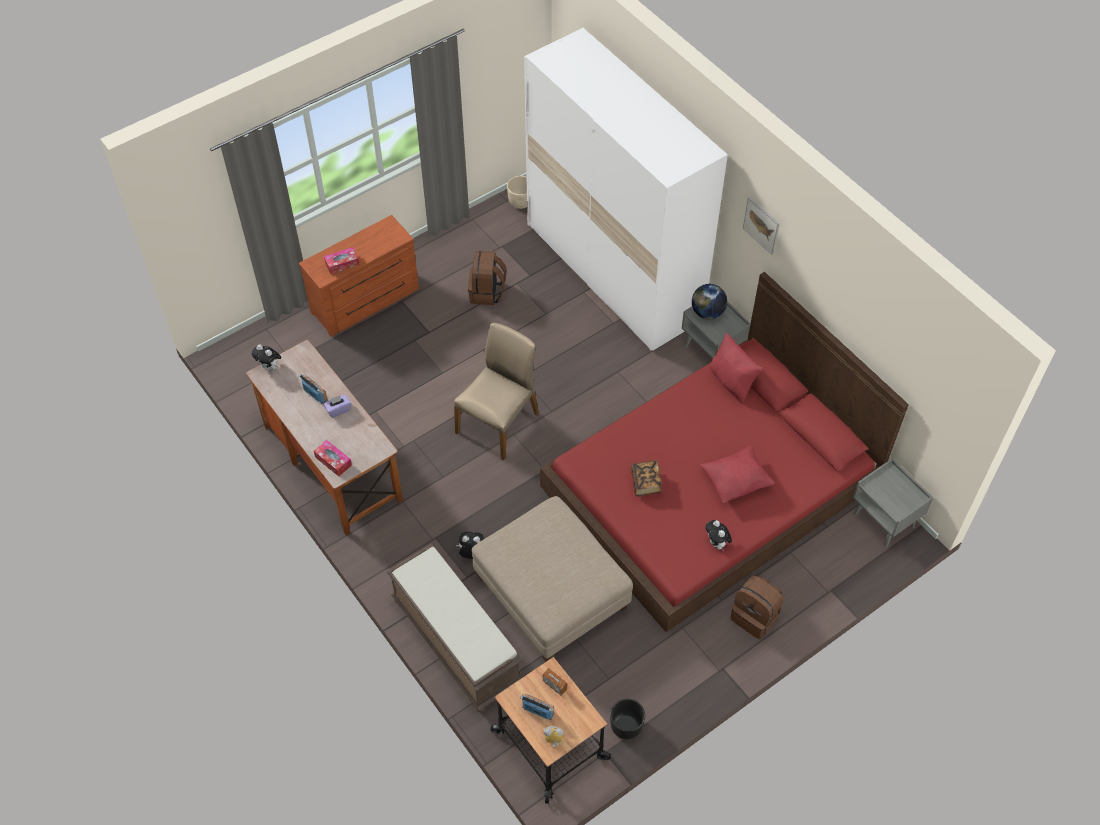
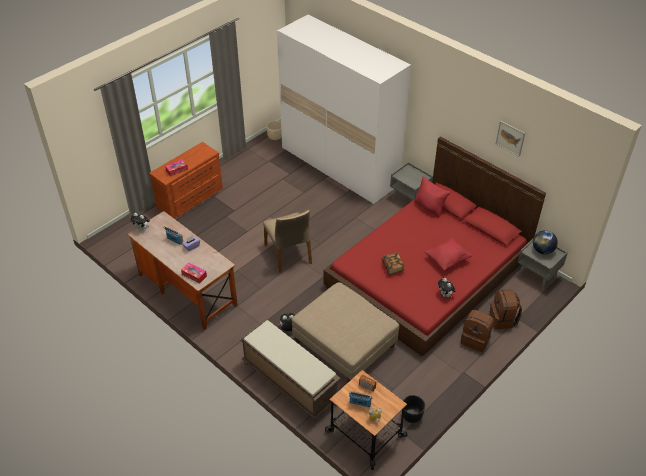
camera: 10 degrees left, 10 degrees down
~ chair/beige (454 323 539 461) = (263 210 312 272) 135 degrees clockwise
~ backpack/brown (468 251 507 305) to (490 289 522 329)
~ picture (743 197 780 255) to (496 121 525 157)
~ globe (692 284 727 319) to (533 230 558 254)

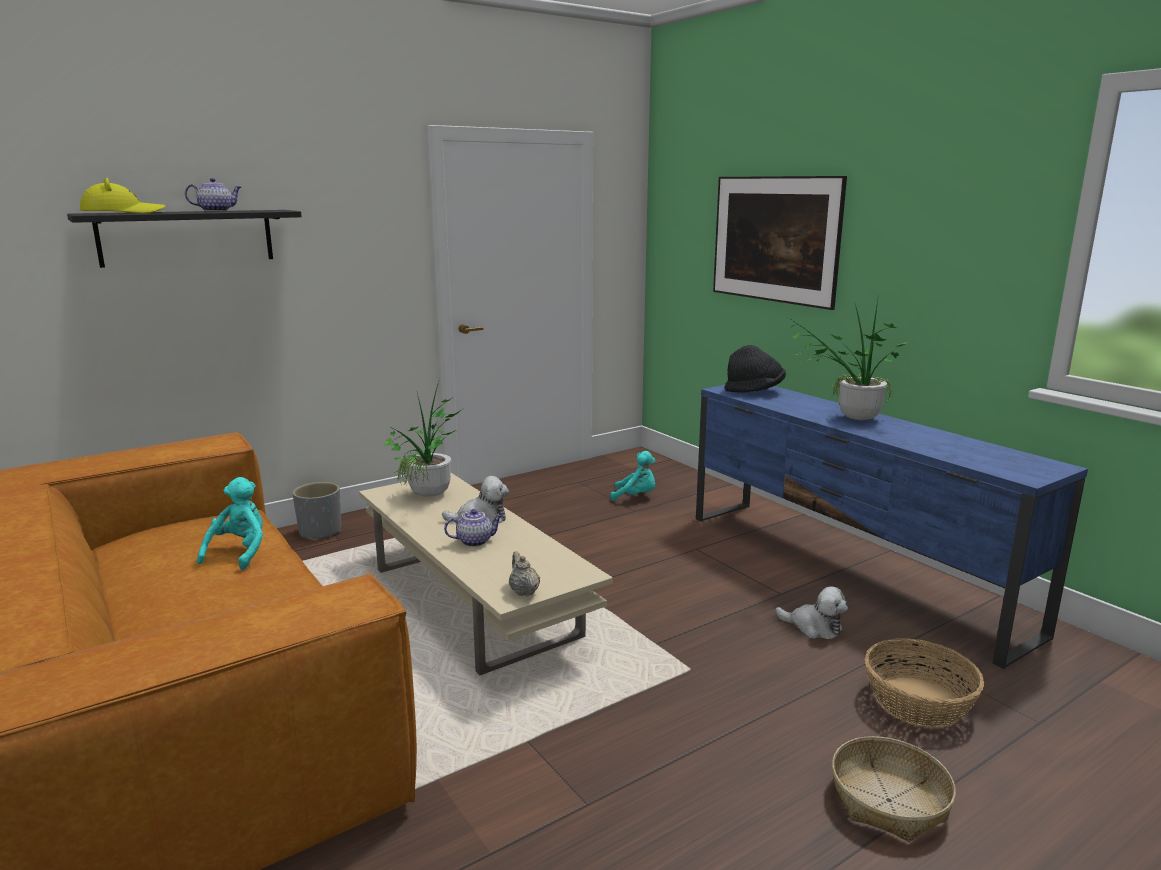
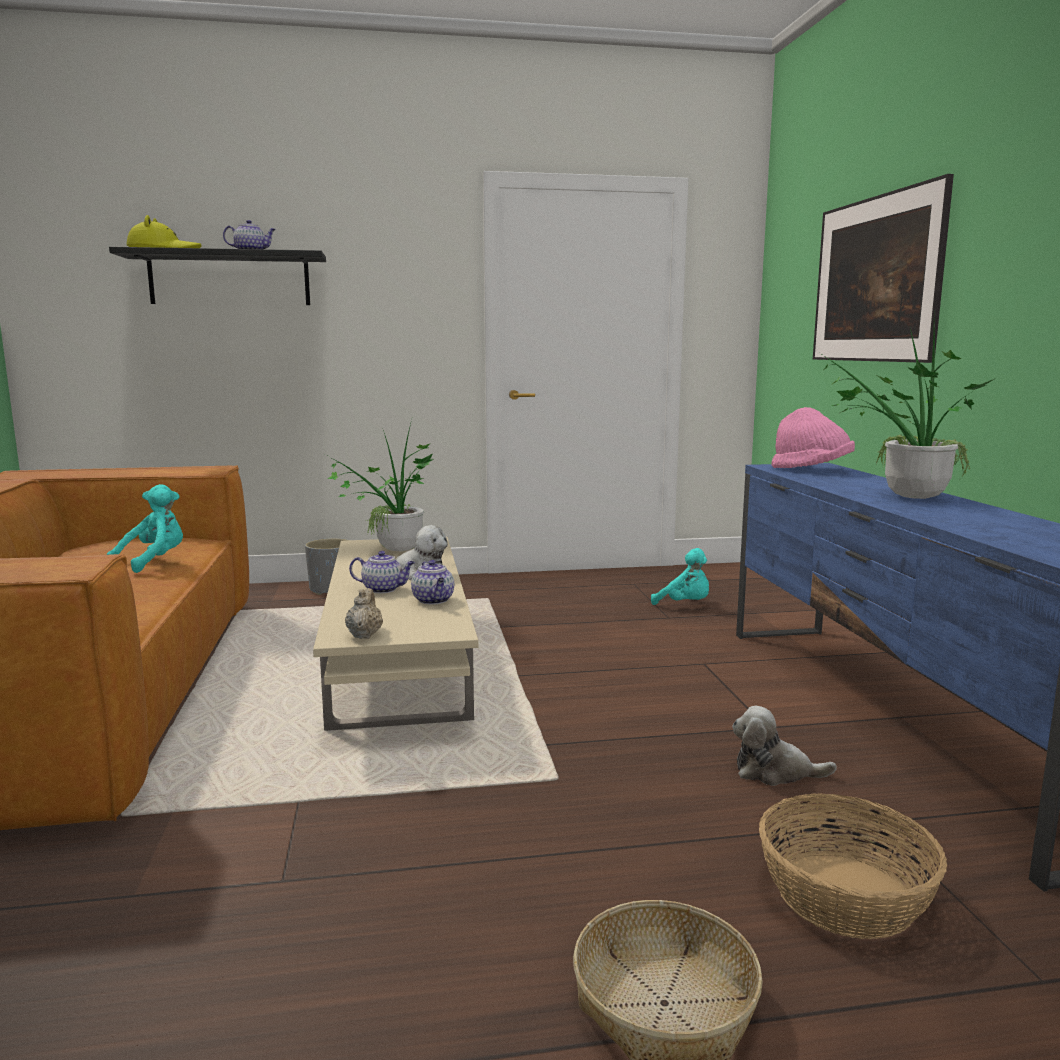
camera: 25 degrees right, 5 degrees down
+ teapot (411 560 454 605)
~ plush toy (775 586 848 639) = (732 706 837 786) 135 degrees clockwise
~ hat/black (725 345 786 393) to hat/pink (771 407 855 468)

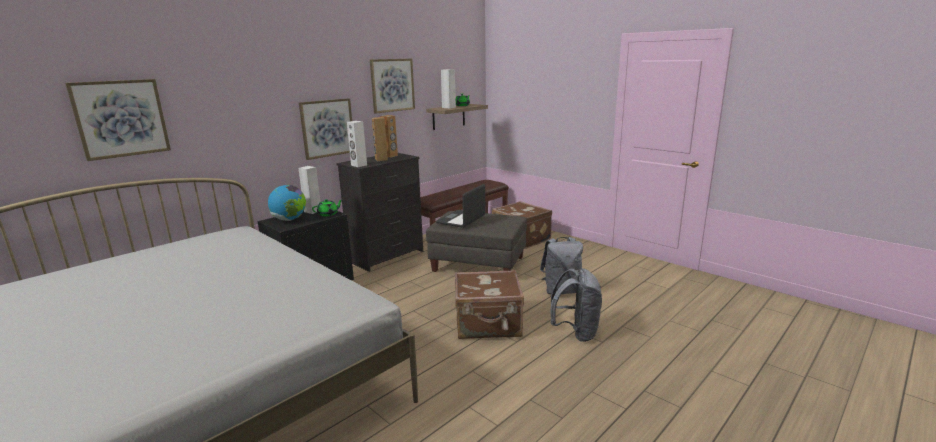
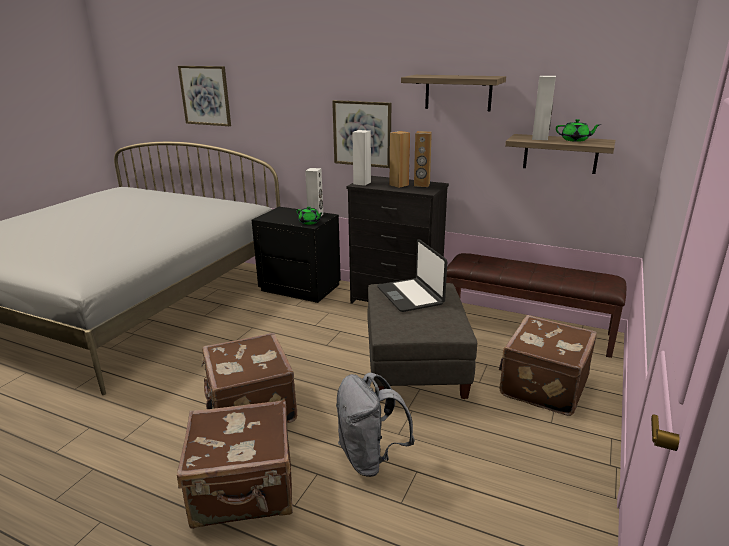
camera: 70 degrees right, 5 degrees up
~ backpack/grey (550 268 602 342) to suitcase/brown (177 399 293 529)
~ laptop (436 184 485 228) = (377 239 447 312) 120 degrees counterclockwise
~ picture (370 59 415 114) to shelf (401 75 506 111)
- globe (268 185 306 221)

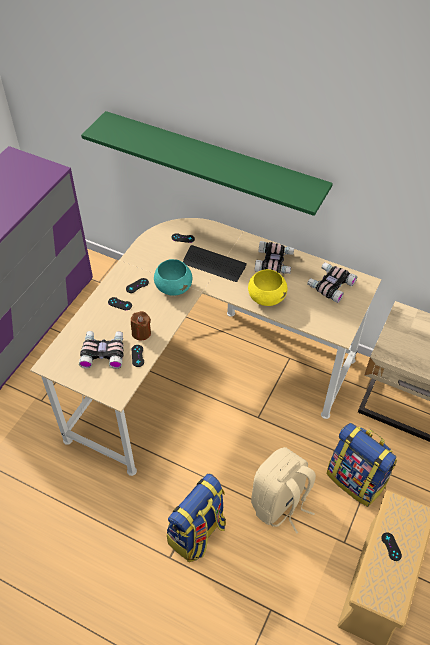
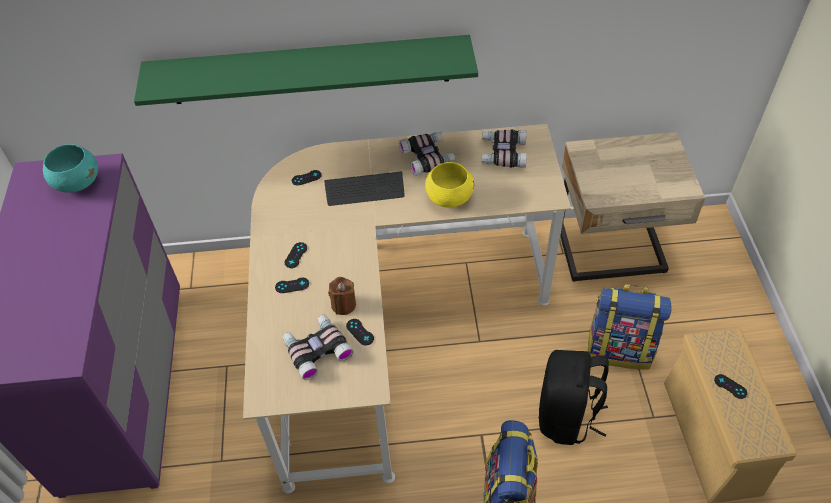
camera: 30 degrees left, 0 degrees up
~ bowl/turquoise (154 259 192 296) to (43 144 98 193)
~ backpack/beige (251 447 316 534) to backpack/black (539 350 609 445)

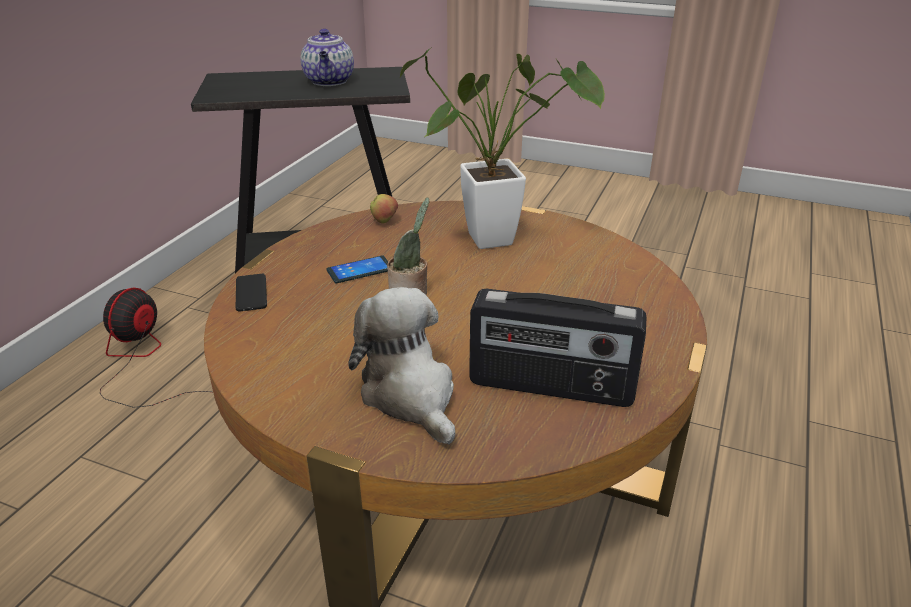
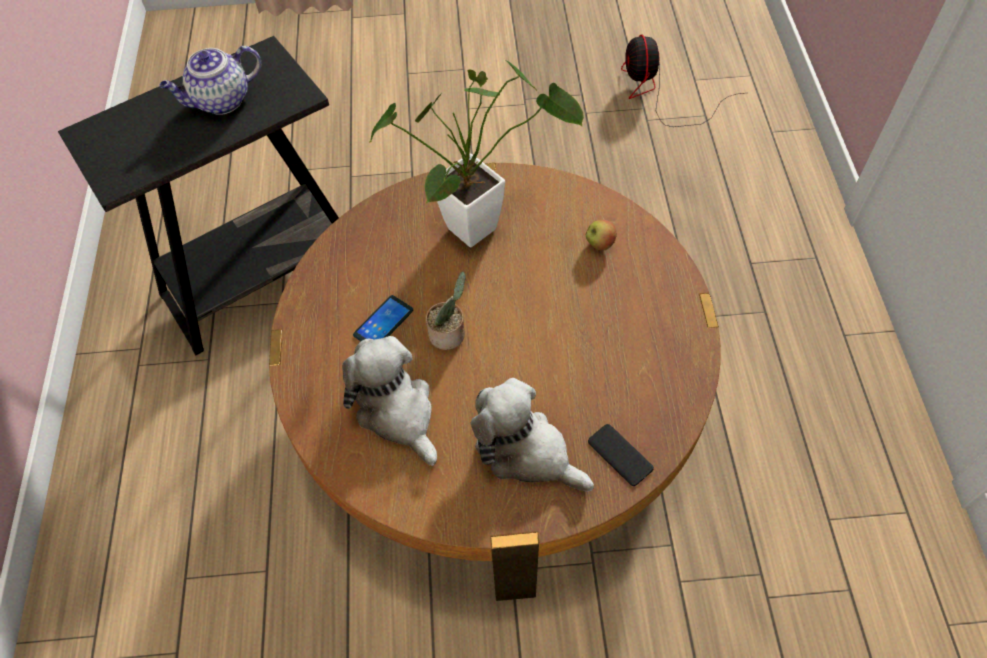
camera: 25 degrees left, 25 degrees up
~ teapot (301 29 354 86) = (159 46 261 115) 90 degrees clockwise
+ plush toy (342 336 437 466)
~ apple (370 194 398 224) to (586 220 617 250)
~ phone (236 274 267 311) to (588 424 654 486)
~ fan (100 288 210 408) to (621 35 745 127)
- radio (469 289 647 407)

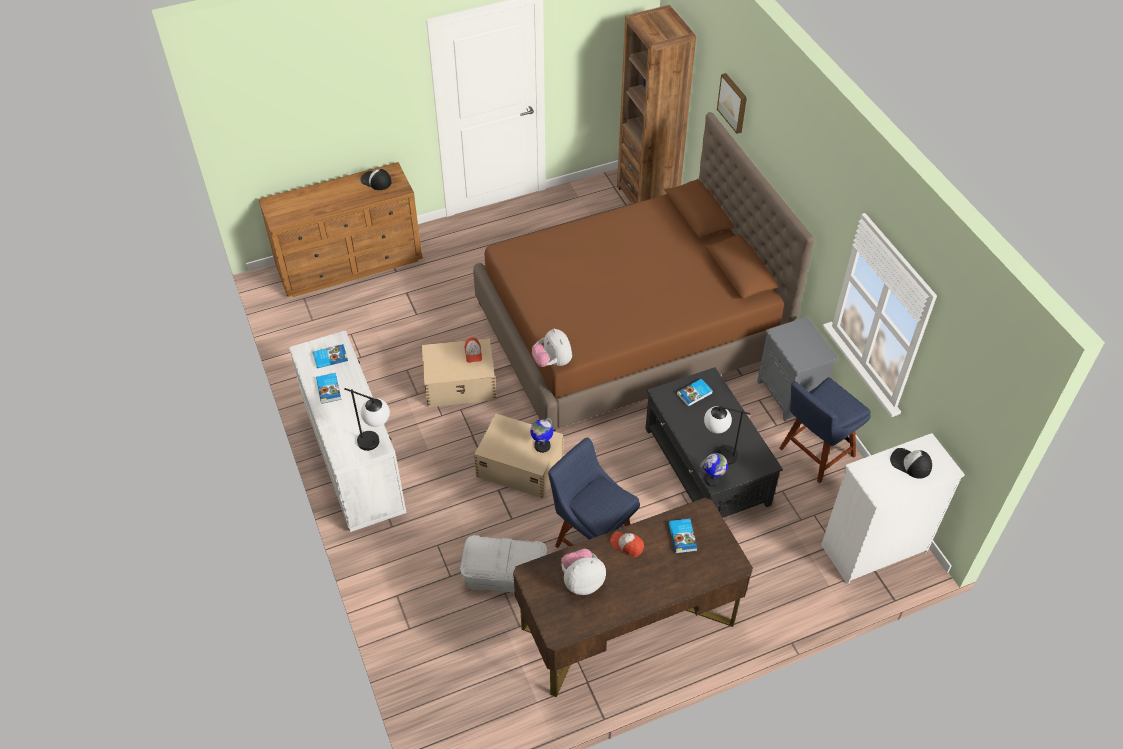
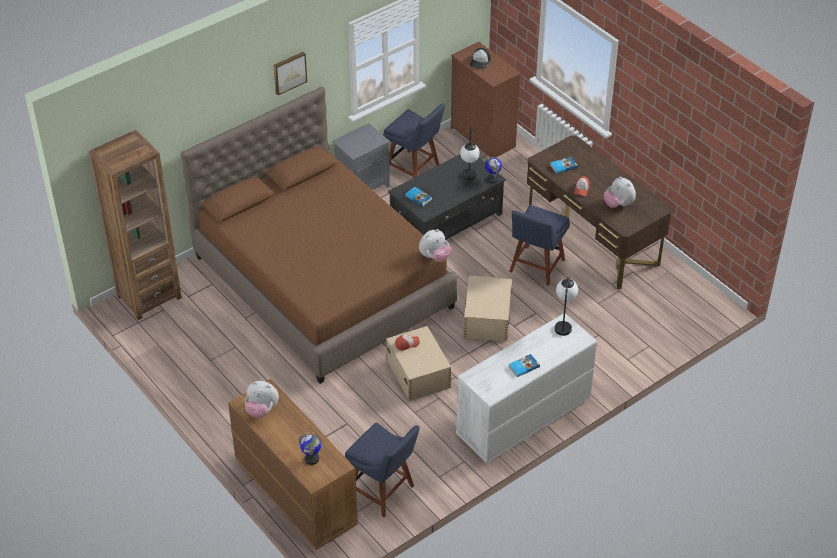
camera: 105 degrees left, 5 degrees down
~ cap (360 169 392 190) to plush toy (245 381 279 418)
~ picture (717 73 747 134) to (273 52 307 95)
~ globe (530 418 553 453) to (299 435 321 465)
+ chair/blue (344 422 420 517)
~ dresser/white (821 433 965 585) to dresser/brown (451 42 521 158)
- book (313 344 348 368)
- storage box/white (460 535 547 592)

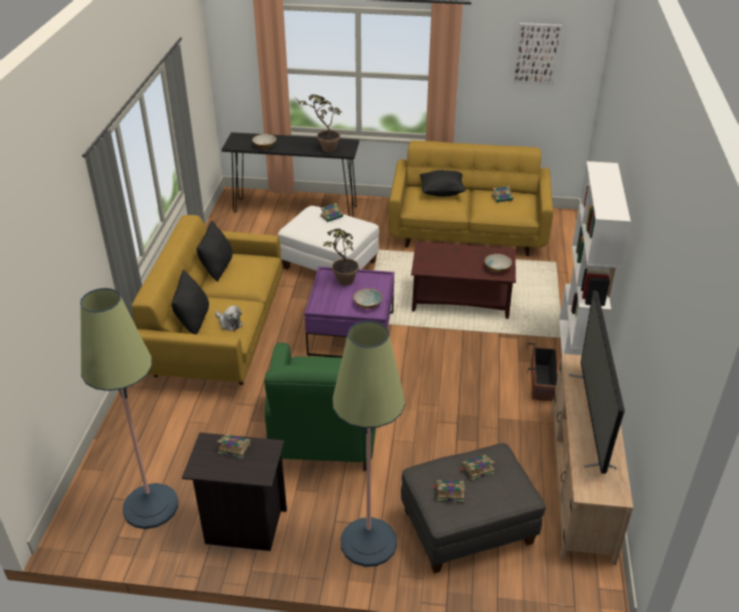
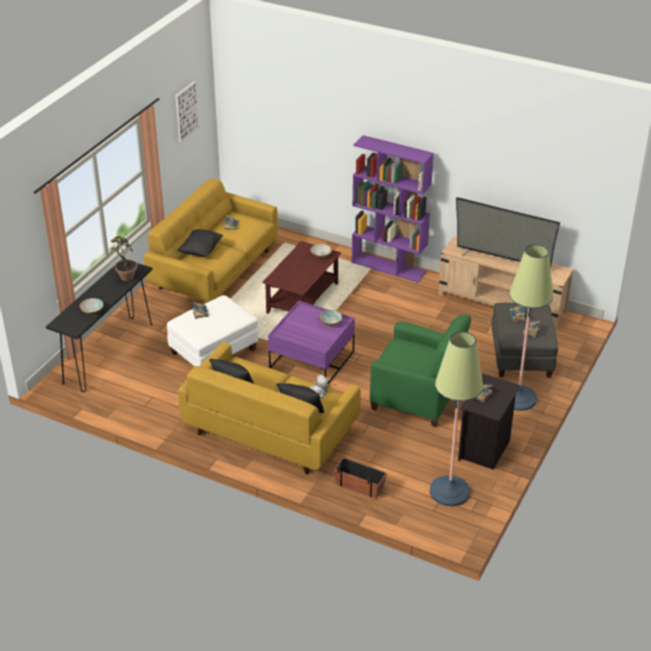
camera: 70 degrees left, 0 degrees up
~ planter (527 343 558 401) to (334 457 387 498)
~ bookcase/white (559 161 631 355) to bookcase/purple (352 135 434 282)
- potted plant (322 228 359 285)

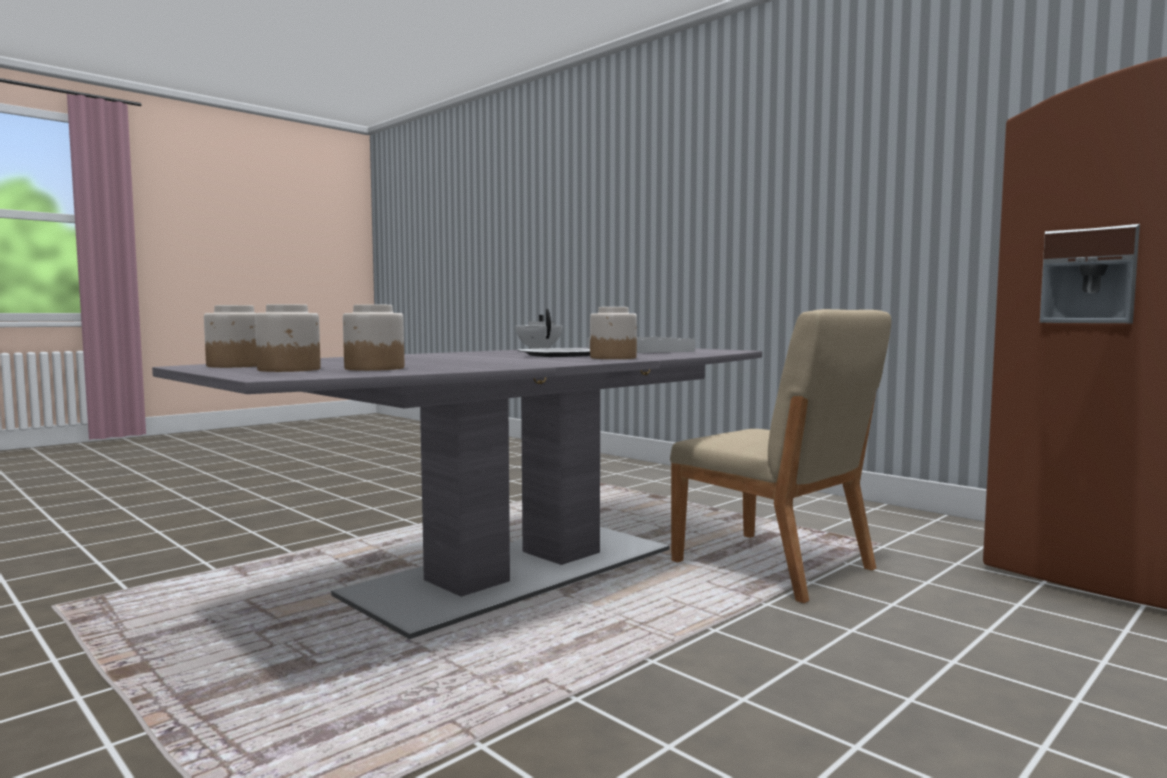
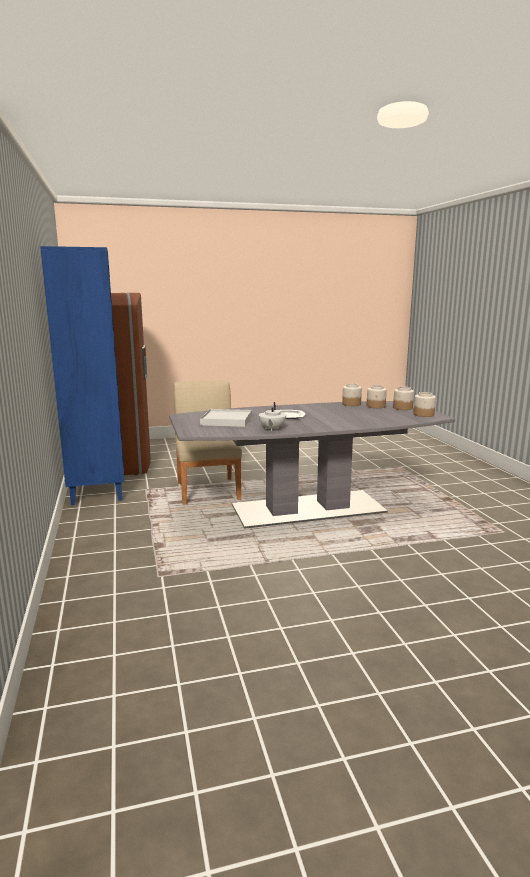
camera: 150 degrees left, 10 degrees up
+ bookcase/blue (40 246 124 505)
~ jar (590 307 637 359) to (342 383 362 406)

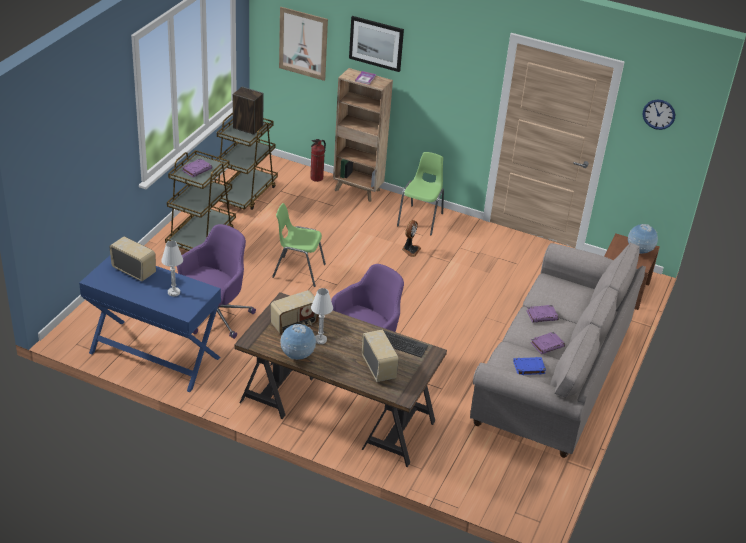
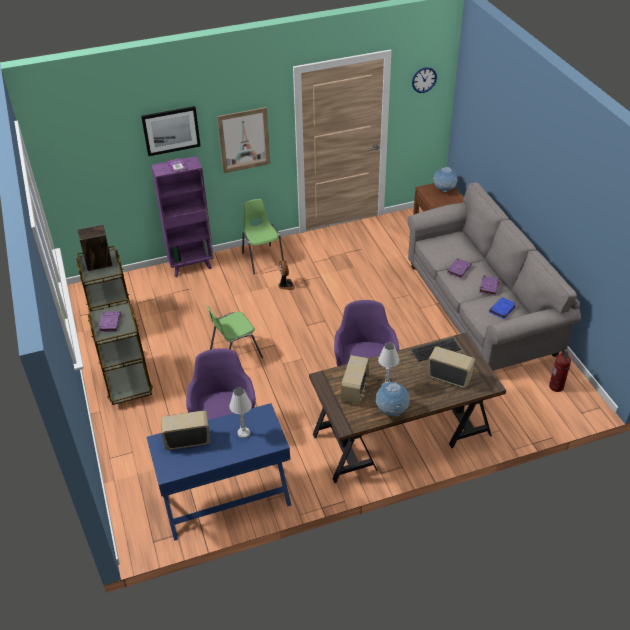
camera: 40 degrees left, 5 degrees up
~ bookcase/brown (333 68 393 202) to bookcase/purple (151 156 214 277)
~ picture (279 7 328 81) to (217 107 270 173)
~ fire extinguisher (310 139 326 182) to (549 349 571 392)

